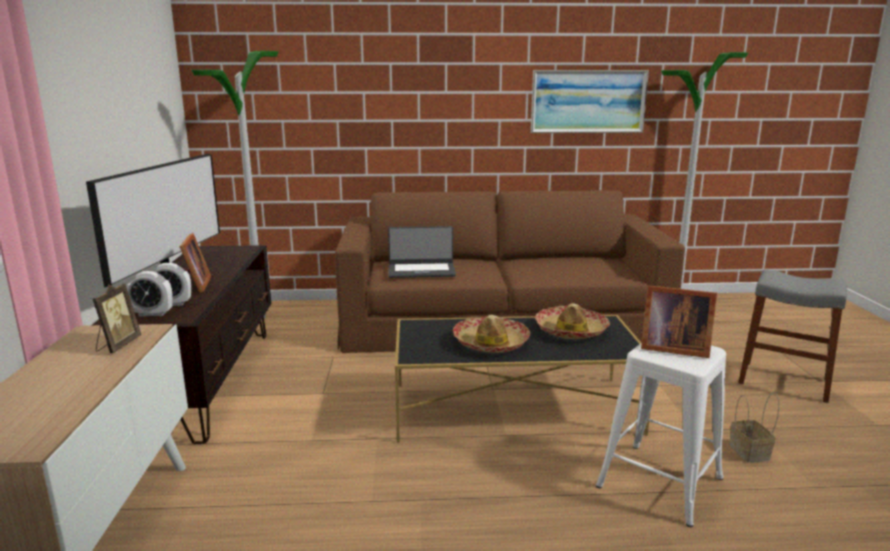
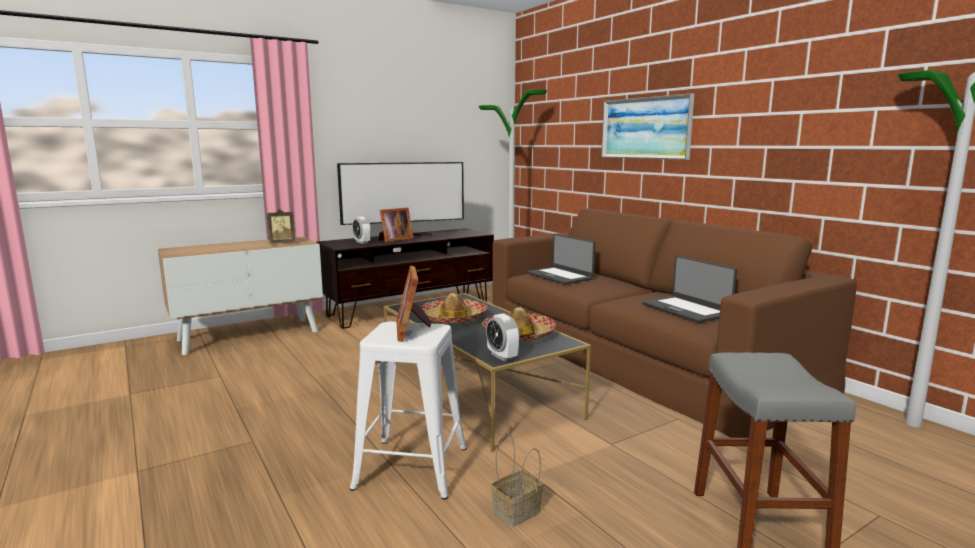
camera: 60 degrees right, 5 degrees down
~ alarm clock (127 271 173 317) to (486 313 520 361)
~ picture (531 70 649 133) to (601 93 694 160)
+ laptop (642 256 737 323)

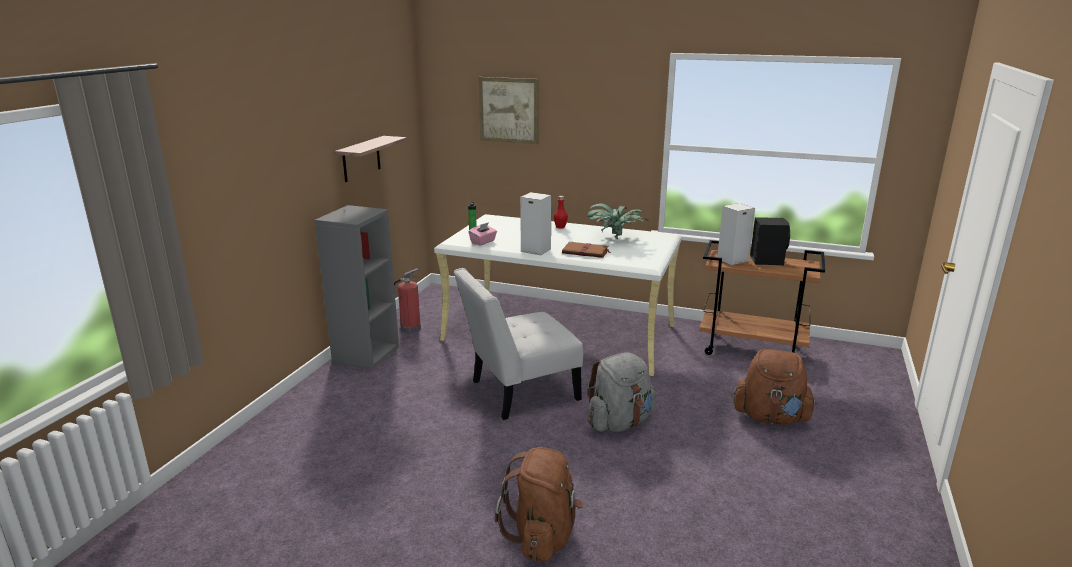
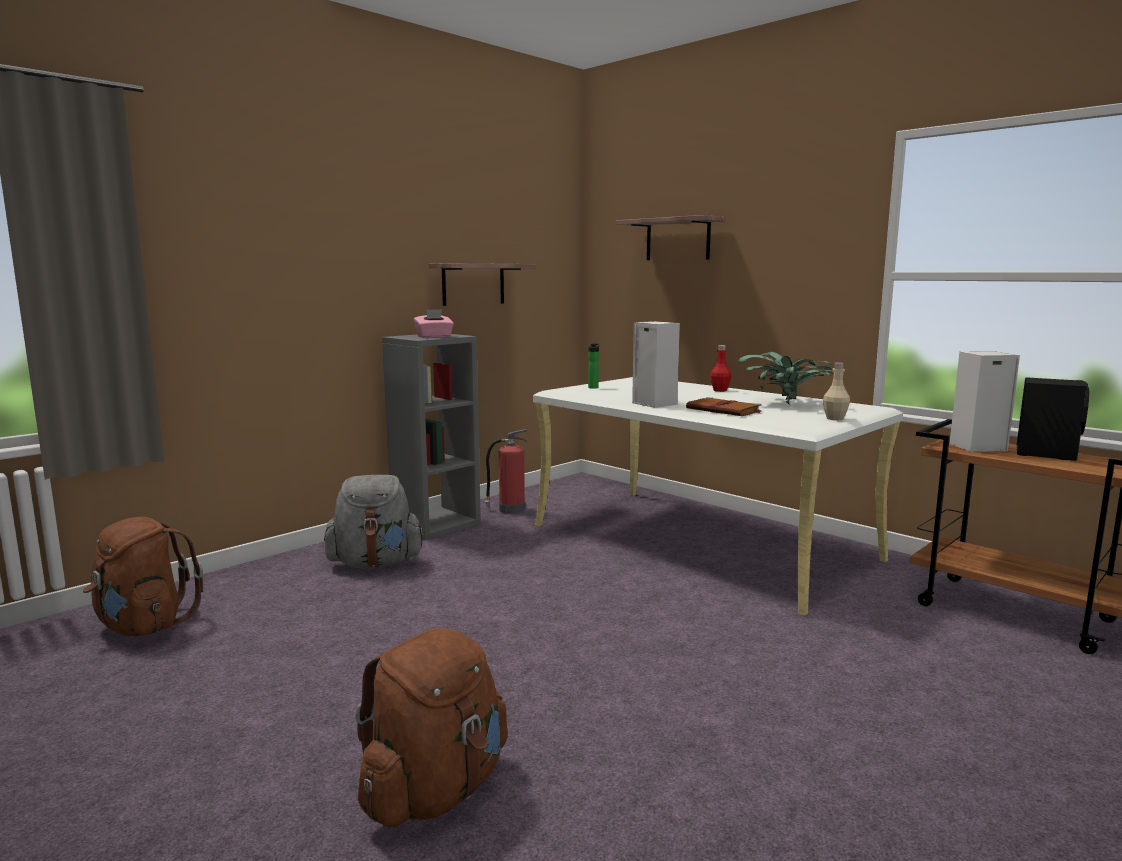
camera: 25 degrees right, 10 degrees down
~ backpack/brown (734 349 816 425) to (83 517 203 636)
~ backpack/grey (587 352 656 432) to (324 475 425 569)
~ tissue box/pink (468 222 497 245) to (414 309 454 338)
~ picture (478 77 539 144) to shelf (616 215 724 260)
+ bottle/beige (823 363 850 420)
- chair/white (454 268 583 420)

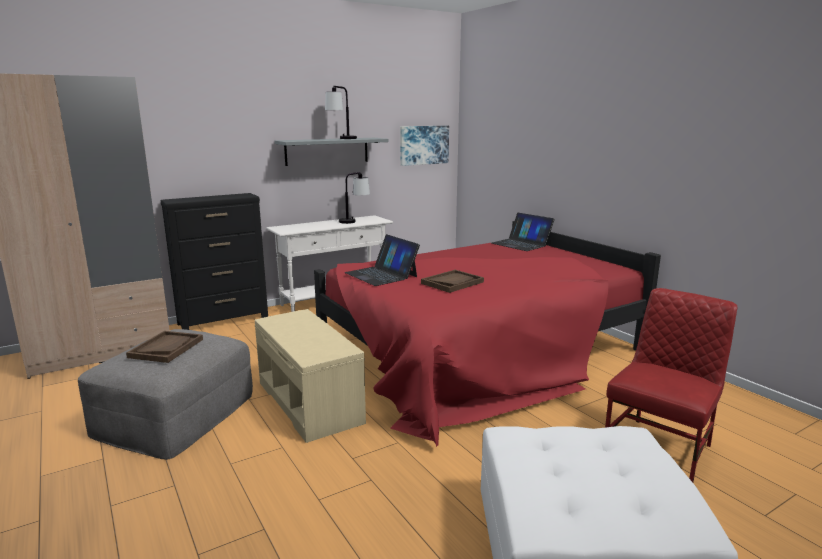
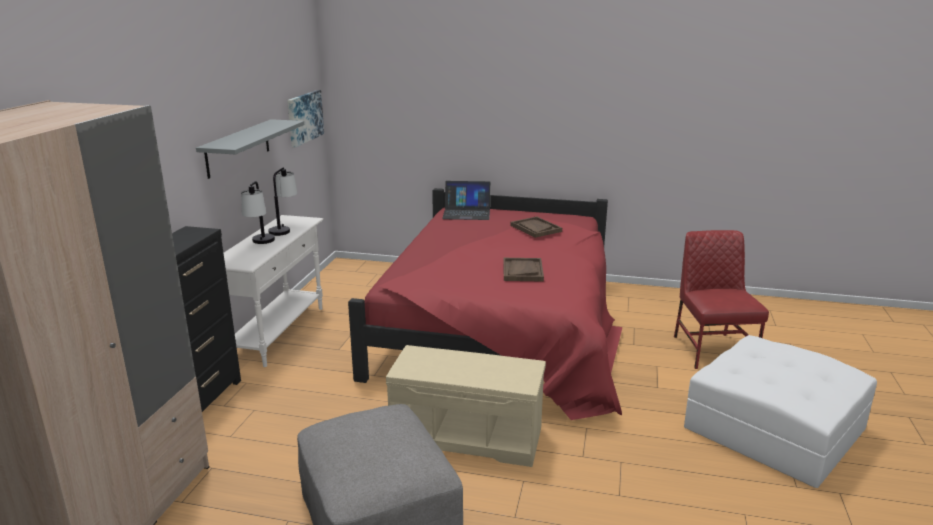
camera: 45 degrees left, 5 degrees up
~ table lamp (325 86 357 139) to (241 181 275 244)
~ tray/brown (126 331 203 363) to (510 216 562 238)
- laptop (345 234 420 286)

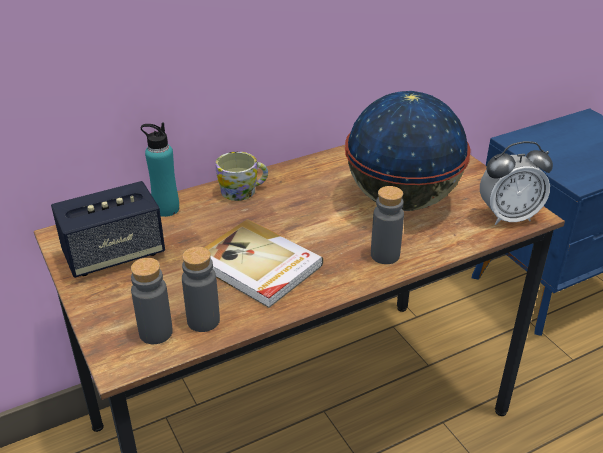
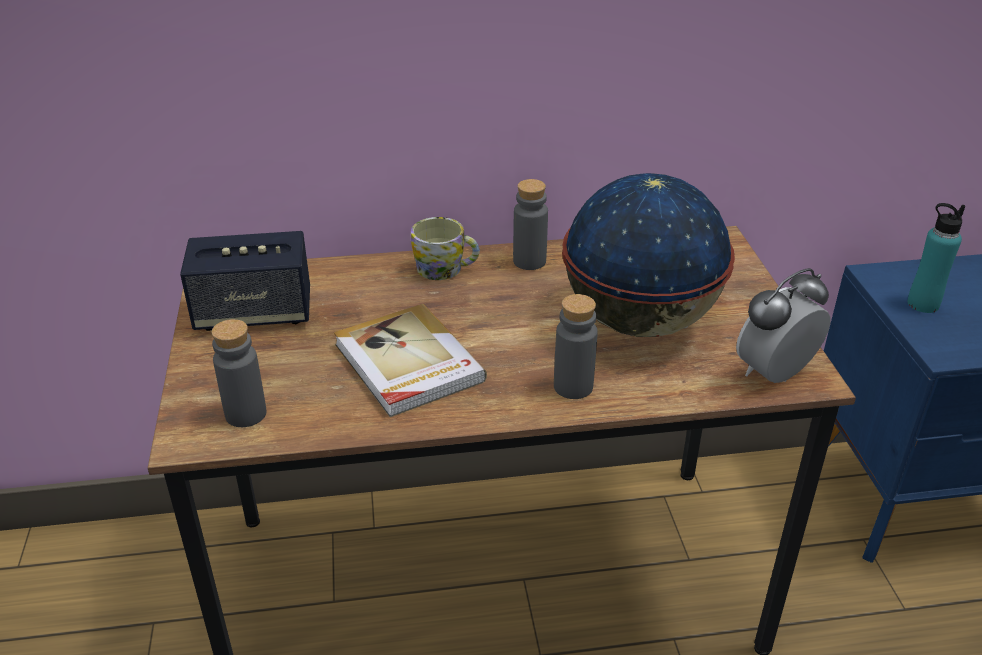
camera: 20 degrees right, 0 degrees up
~ bottle/grey (182 247 220 332) to (513 179 548 270)
~ alarm clock (480 141 553 225) = (736 268 830 383) 135 degrees clockwise
~ bottle/turquoise (141 122 179 217) to (907 203 965 313)

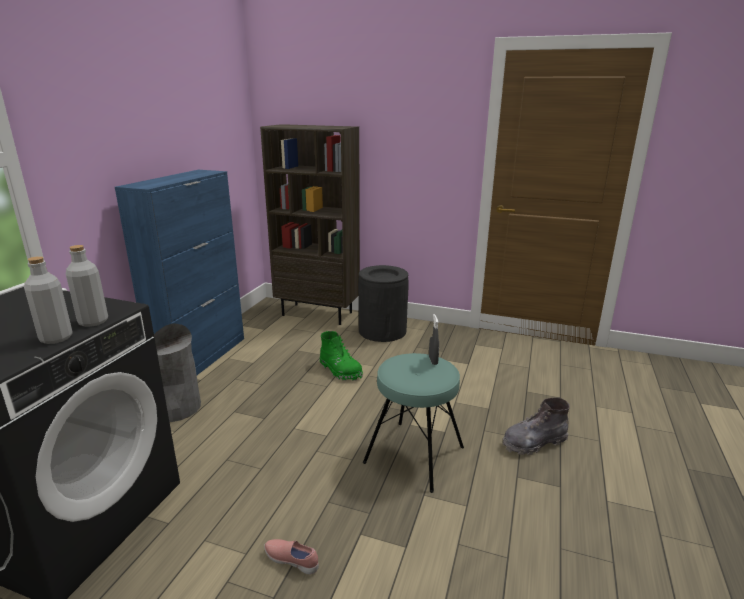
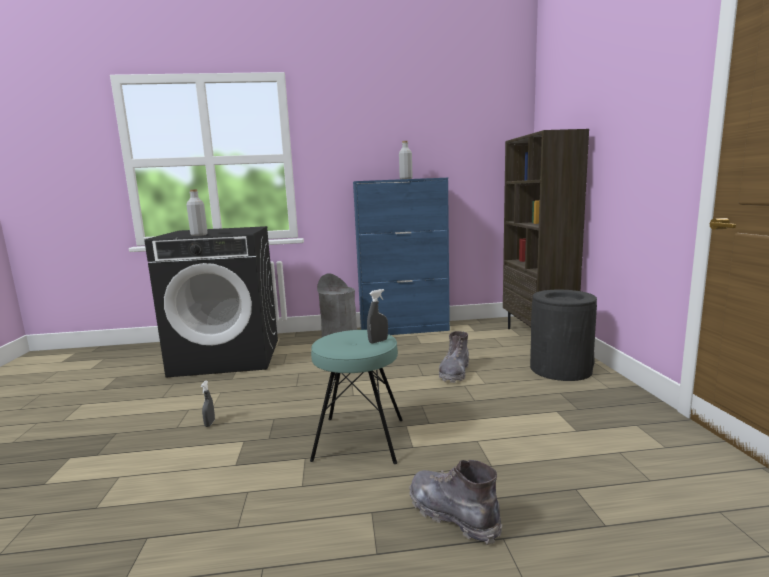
camera: 65 degrees right, 10 degrees down
~ shoe/pink (264 539 319 574) to spray bottle/grey (201 381 215 427)
~ bottle/grey (66 245 108 327) to (399 141 413 179)
~ boot/green (320 331 363 381) to boot/grey (439 331 469 383)

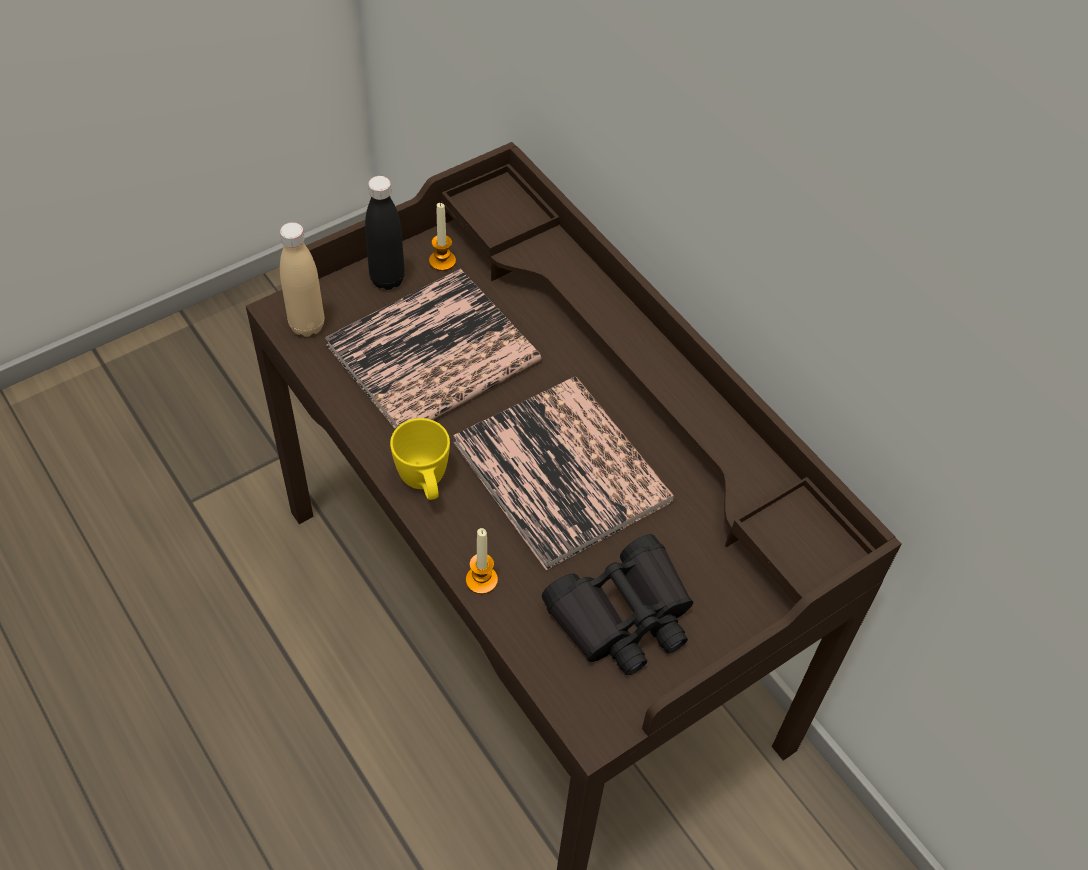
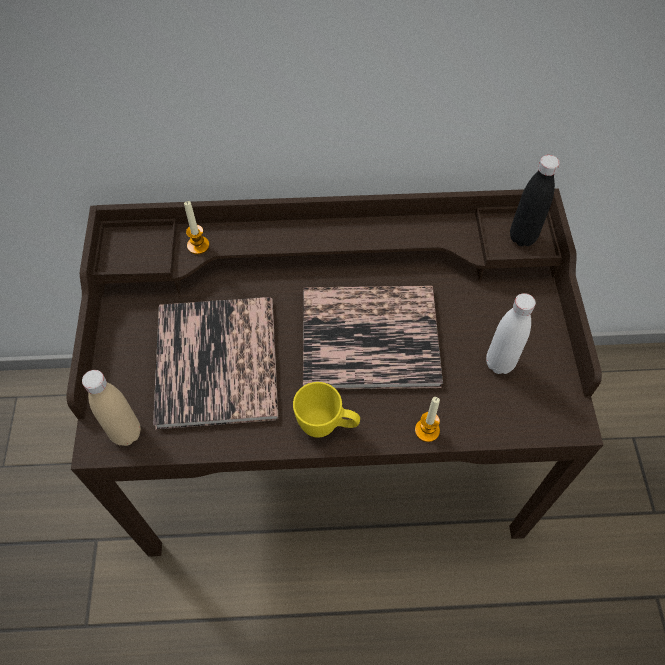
camera: 55 degrees left, 5 degrees up
~ candle (429 203 456 271) to (184 201 210 254)
~ binoculars/black (542 534 693 675) to bottle/white (486 293 536 374)
~ bottle/black (365 176 405 290) to (510 155 560 246)

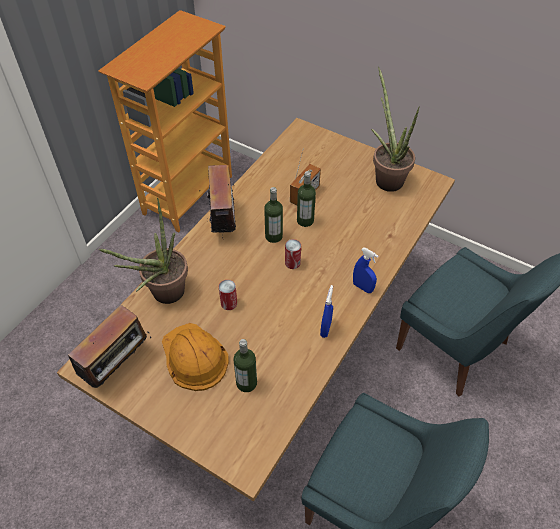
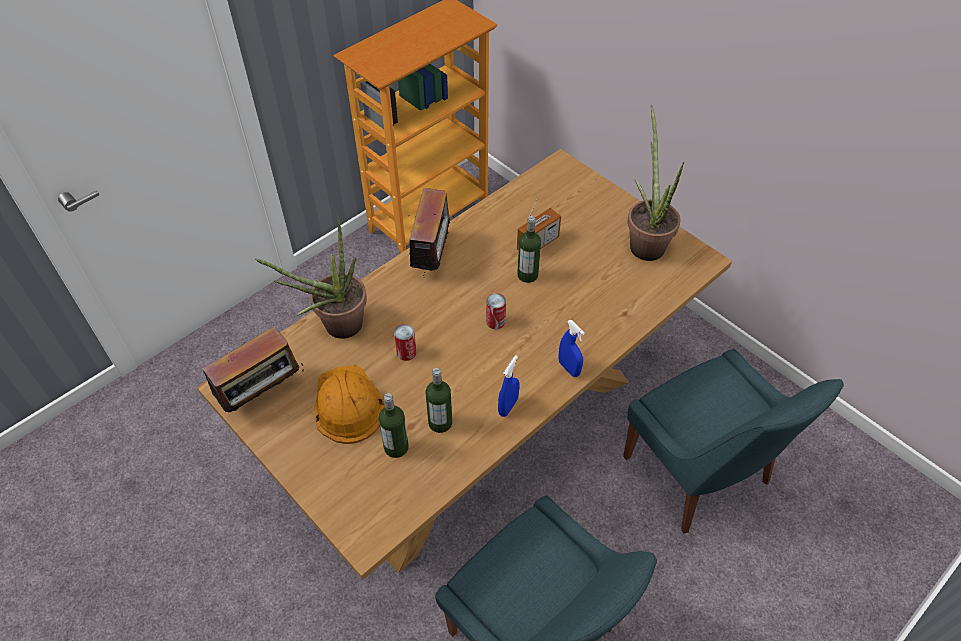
camera: 15 degrees right, 0 degrees up
~ bottle (264 187 283 243) to (426 368 452 433)

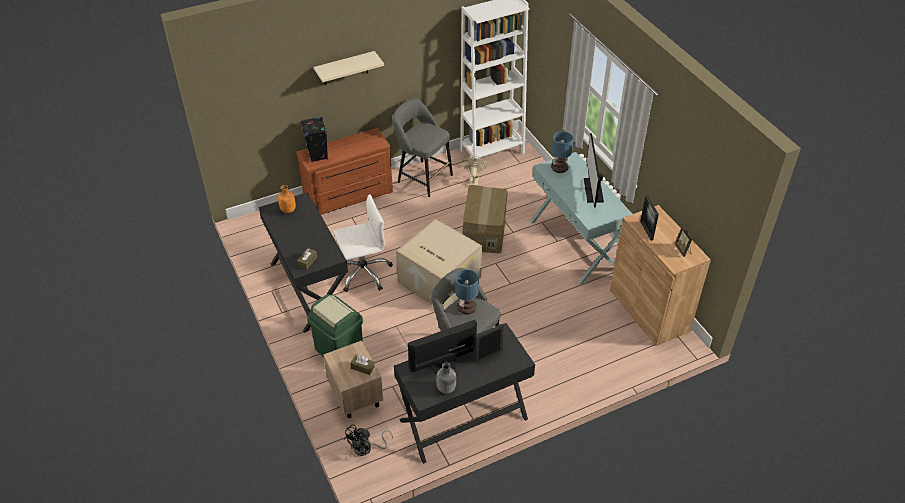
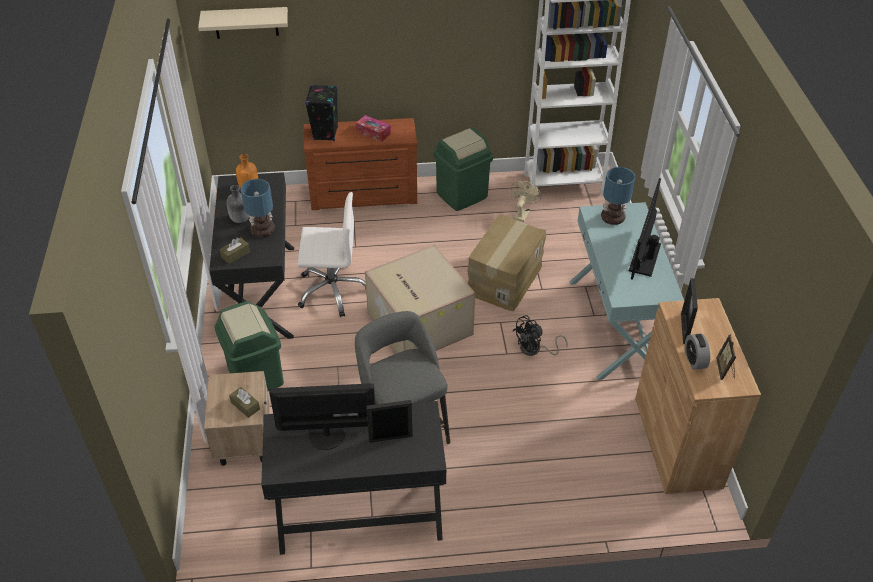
camera: 20 degrees right, 0 degrees up
~ shelf/beige (314 51 384 85) to (198 7 288 39)
~ bottle/grey (436 363 456 394) to (227 185 249 223)
~ table lamp (455 269 479 315) to (241 179 275 237)
+ tissue box (356 115 391 142)
~ stool/grey (392 98 453 197) to trash can/green (434 127 493 211)
~ fan/black (344 424 393 456) to (513 315 568 356)
+ alarm clock (685 333 710 370)

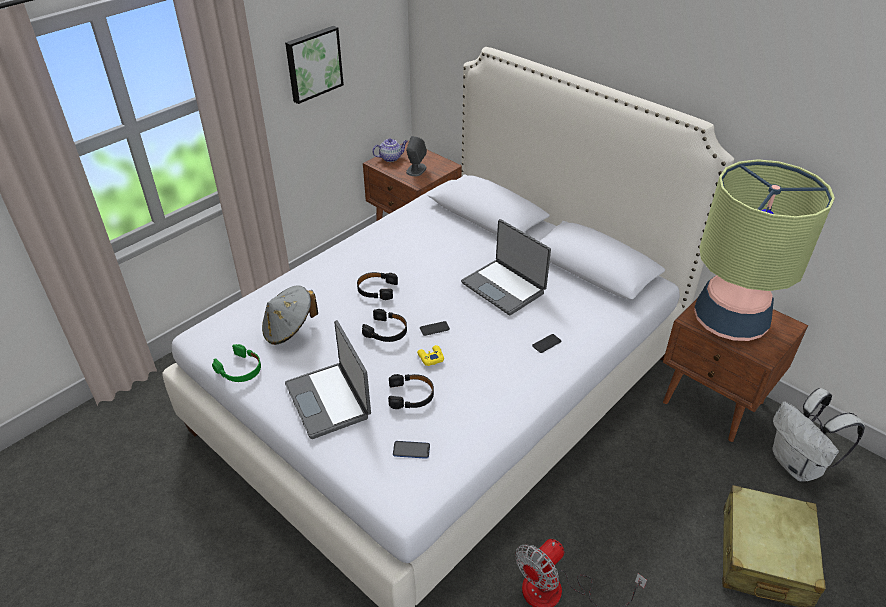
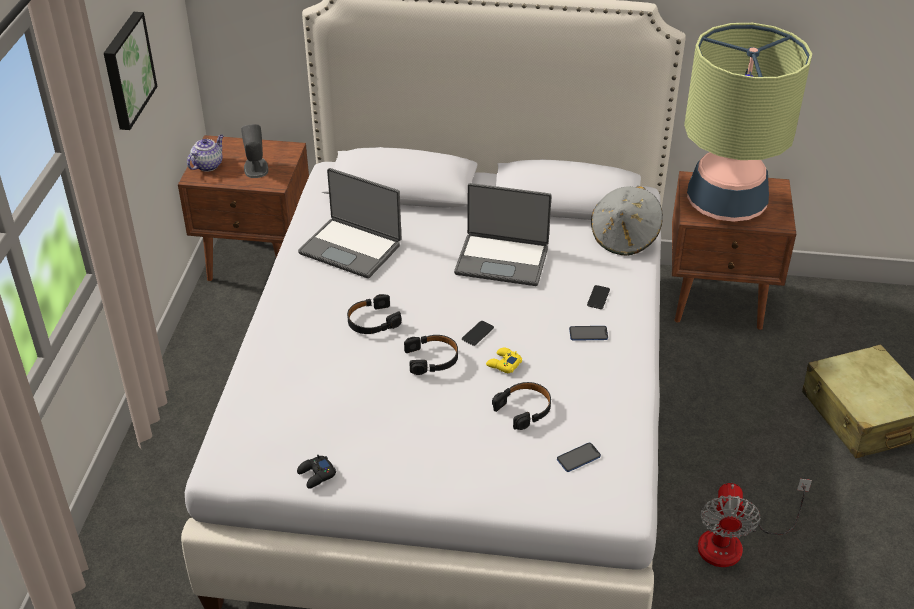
camera: 35 degrees left, 0 degrees up
~ headphones/green (212 344 261 382) to game controller/black (297 455 336 489)
~ laptop (285 320 371 439) to (298 168 401 279)
+ phone (569 326 608 341)
~ hat/grey (262 285 318 345) to (591 186 663 255)
- backpack/white (772 388 865 482)

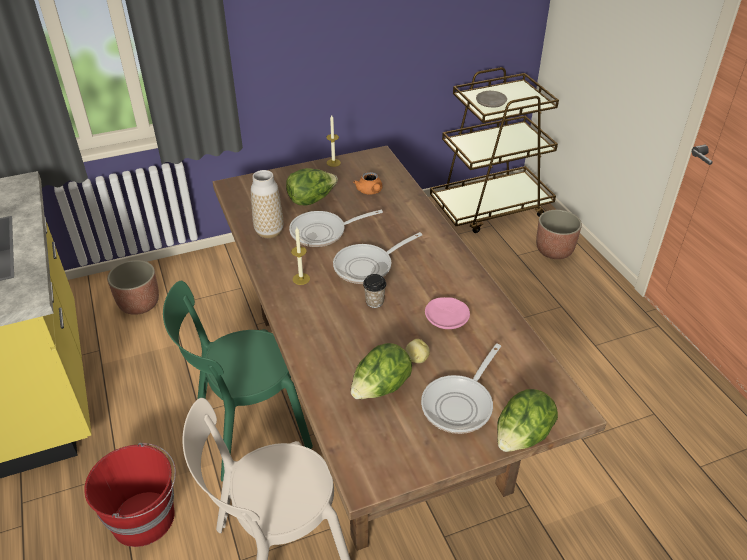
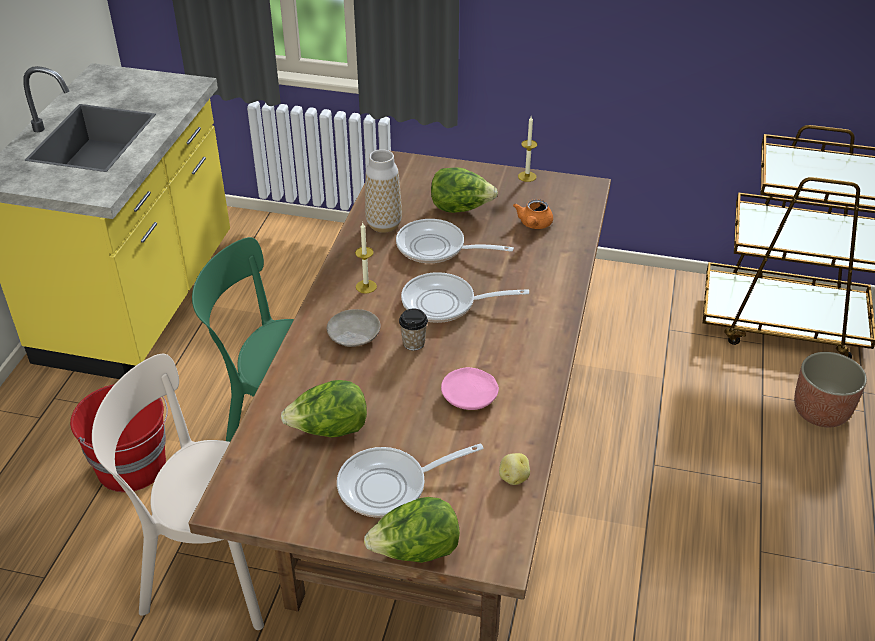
camera: 35 degrees right, 0 degrees up
~ plate/beige (476 91 507 107) to (327 309 381 347)
~ potato (405 339 430 363) to (499 453 530 485)
- planter (107 260 159 315)

